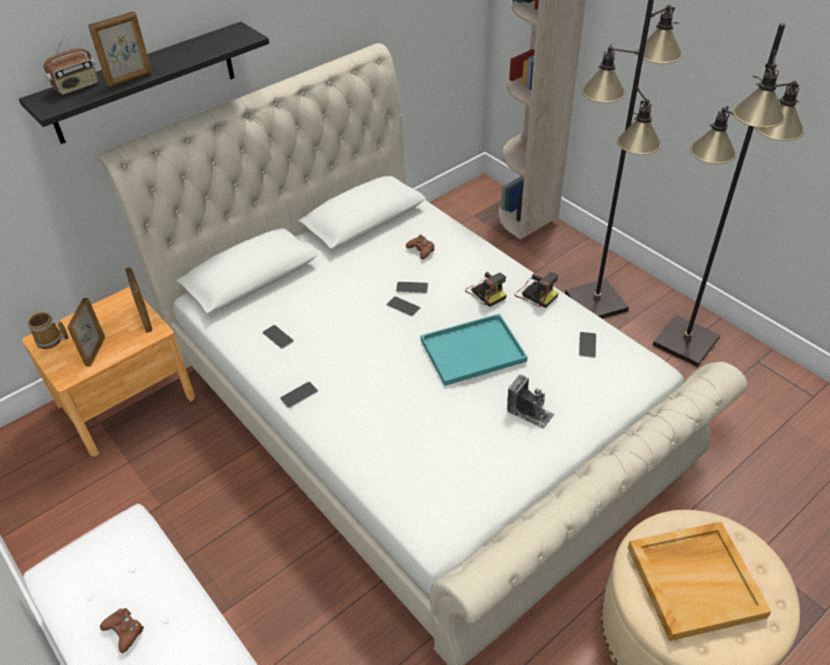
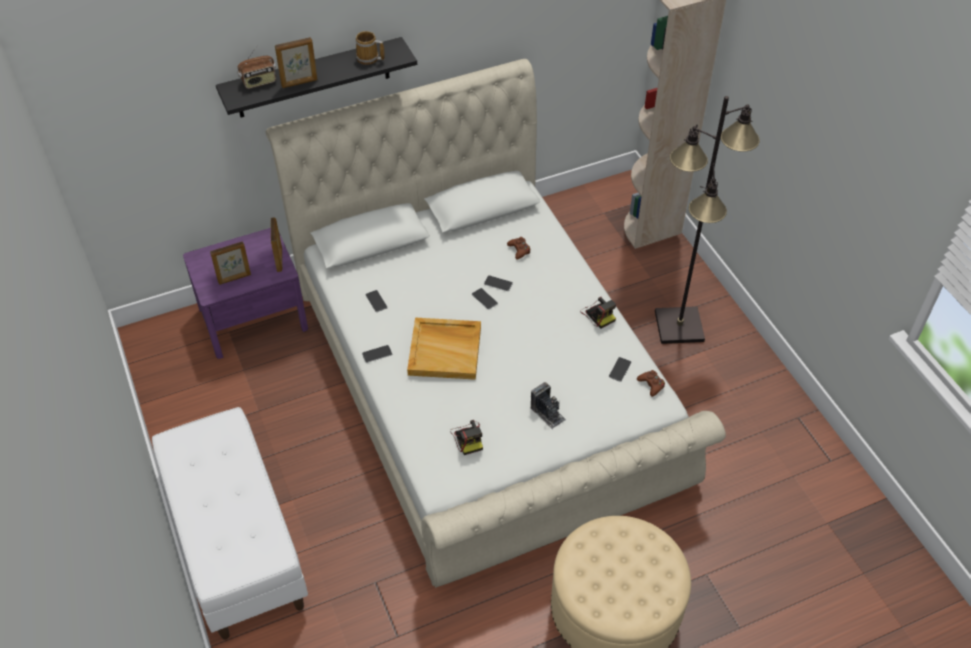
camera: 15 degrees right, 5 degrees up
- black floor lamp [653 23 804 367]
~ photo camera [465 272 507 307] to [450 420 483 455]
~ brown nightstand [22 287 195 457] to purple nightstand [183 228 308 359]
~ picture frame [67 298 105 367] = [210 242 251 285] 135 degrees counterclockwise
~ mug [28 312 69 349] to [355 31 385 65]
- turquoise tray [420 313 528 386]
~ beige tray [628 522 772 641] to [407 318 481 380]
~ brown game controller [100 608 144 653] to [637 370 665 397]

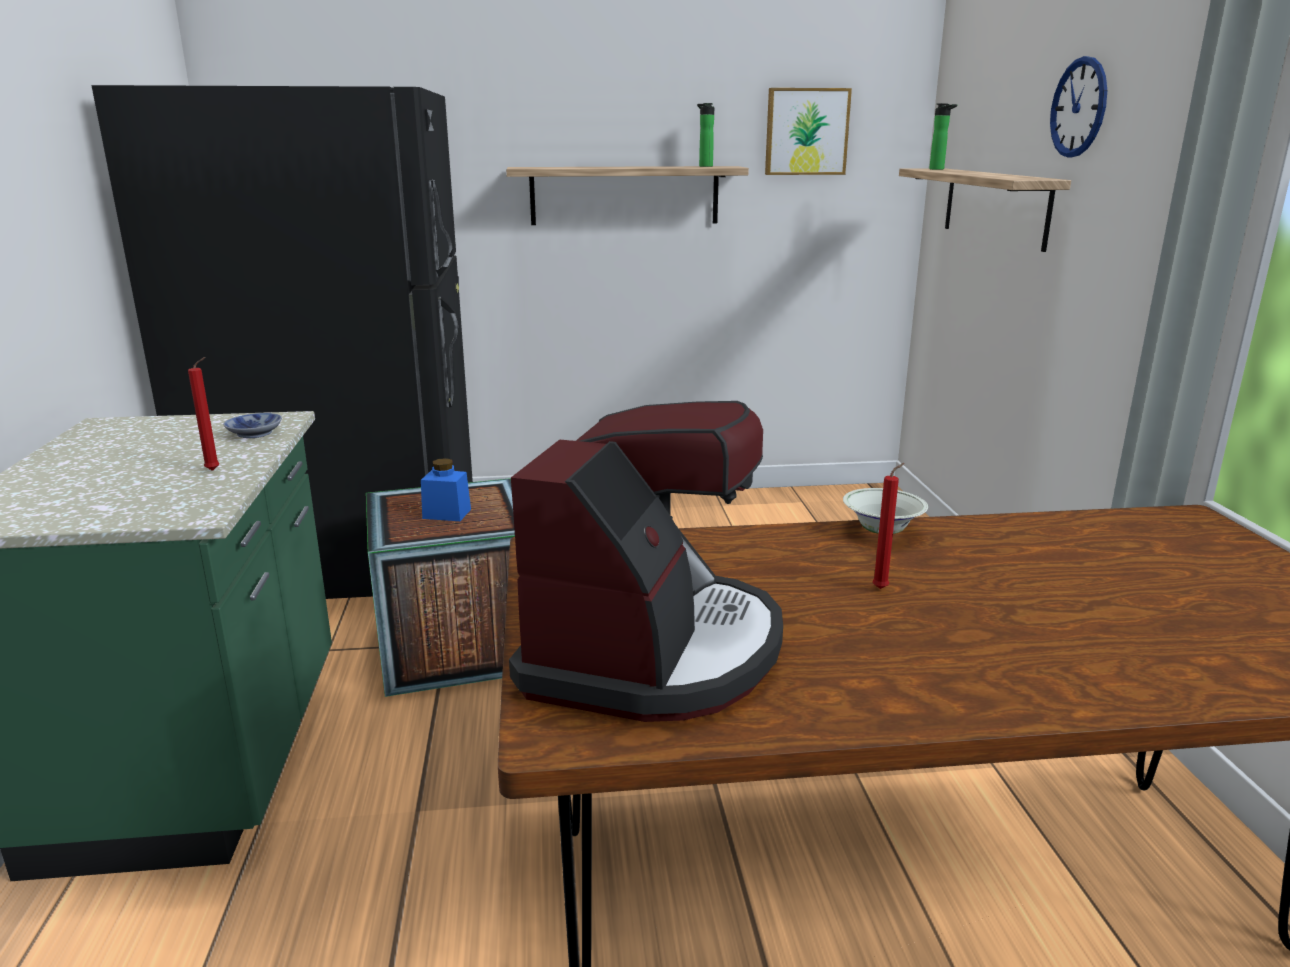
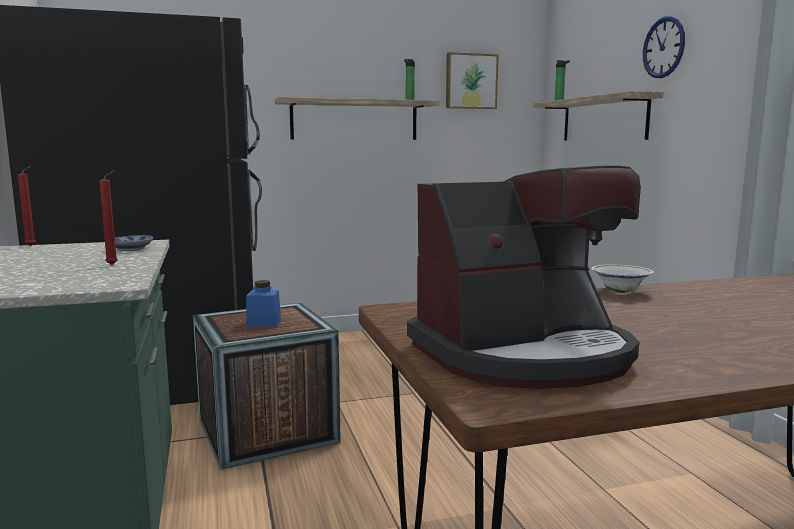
camera: 10 degrees left, 10 degrees down
~ coffee machine [509 401 783 722] = [407 165 641 389] 60 degrees clockwise
~ red candle [872 463 905 589] to [18 166 36 246]

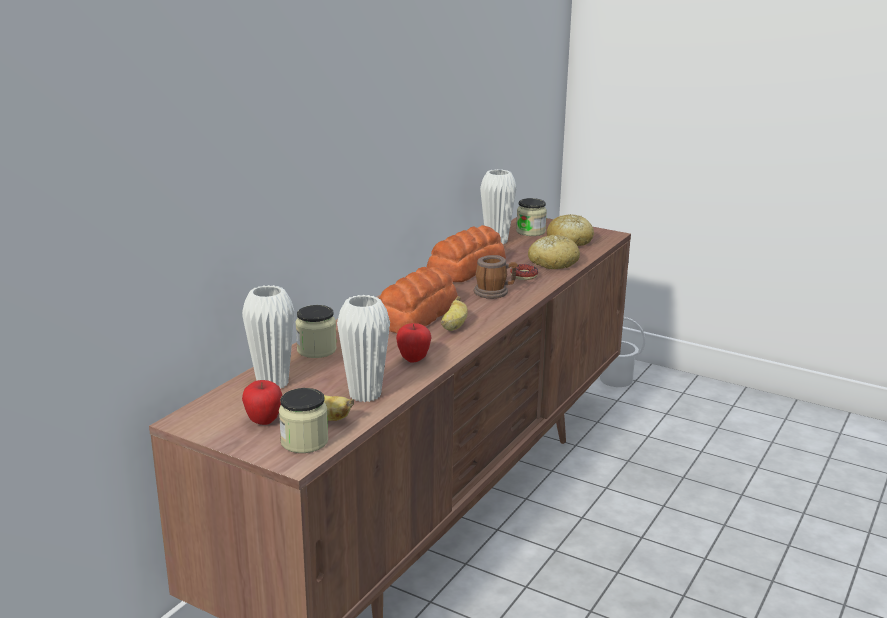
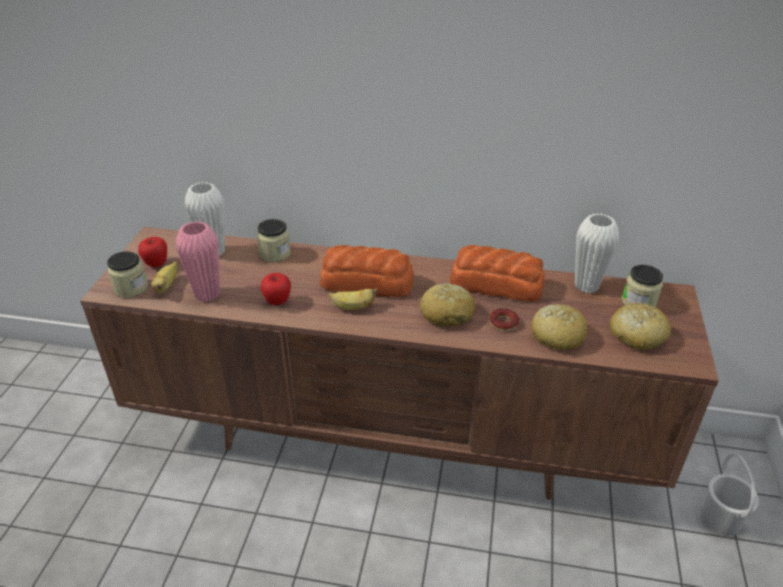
camera: 70 degrees right, 15 degrees up
~ mug [474 255 518 299] to bread [420 283 475 327]
~ white vase [337 295 390 402] to pink vase [176 221 220 302]

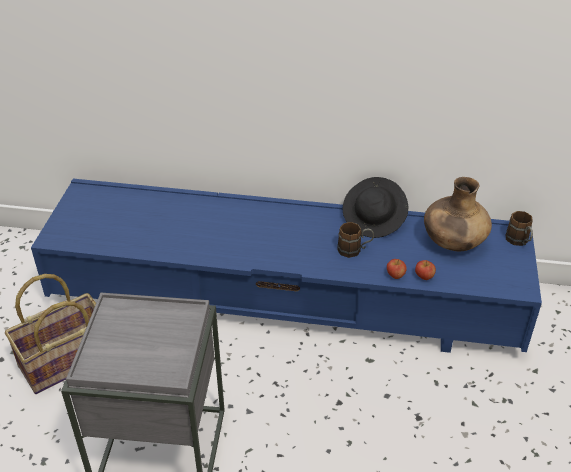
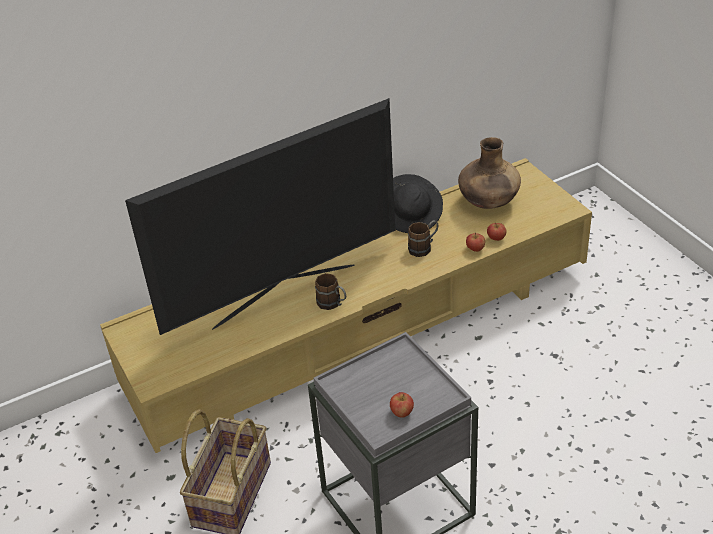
camera: 35 degrees left, 0 degrees up
~ blue tv stand [31 179 542 353] to beige tv stand [100 158 592 453]
~ brown mug [506 211 533 246] to [315 273 346 310]
+ television [125 98 395 335]
+ apple [390 392 414 418]

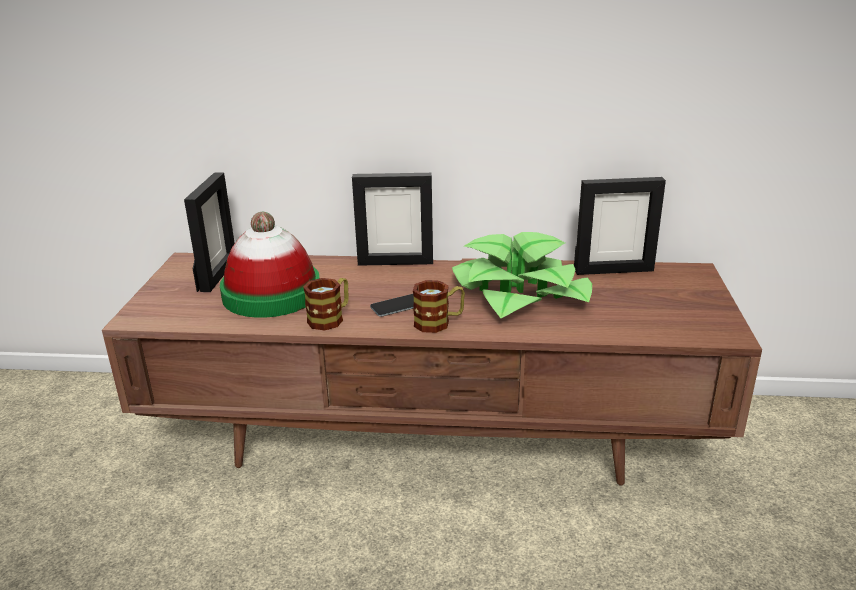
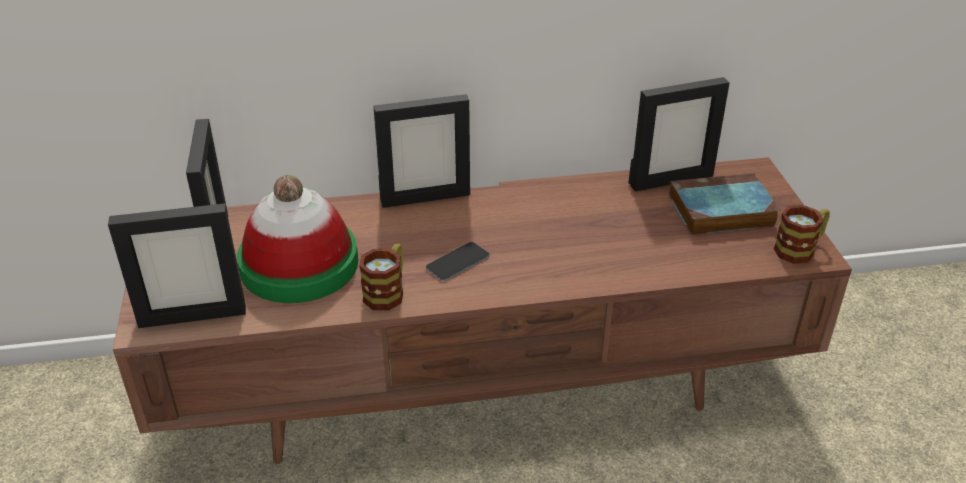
camera: 15 degrees left, 10 degrees up
- potted plant [452 232 592 318]
~ mug [413 280 465 333] to [773 205 830 264]
+ book [669 173 781 235]
+ picture frame [108 203 246 328]

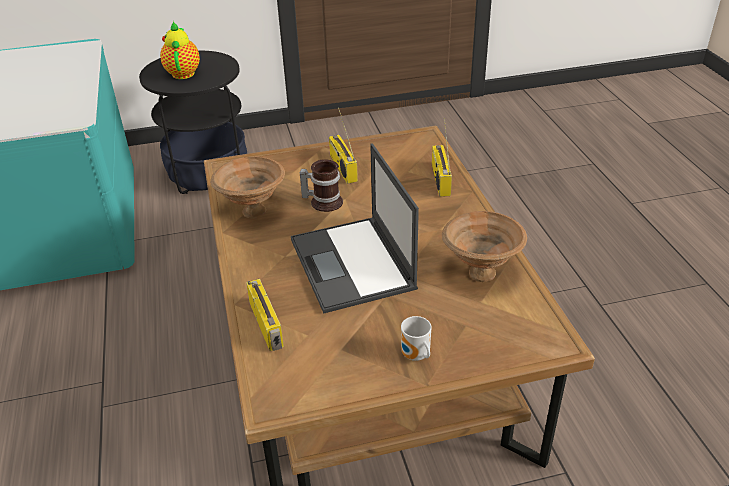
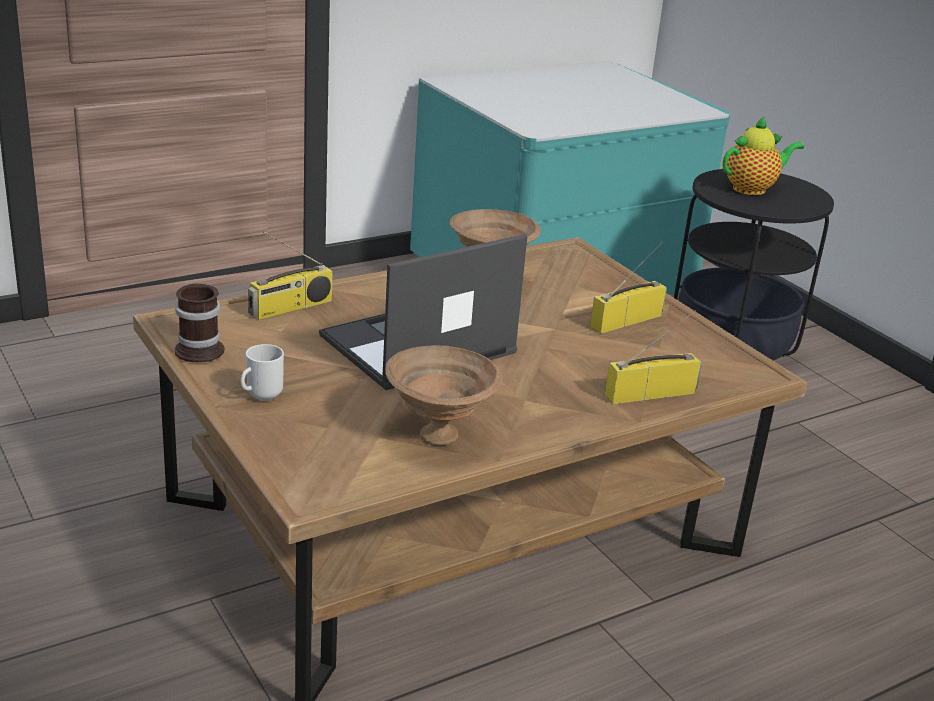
camera: 70 degrees right, 10 degrees down
~ mug [300 159 343 212] to [174 283 224 363]

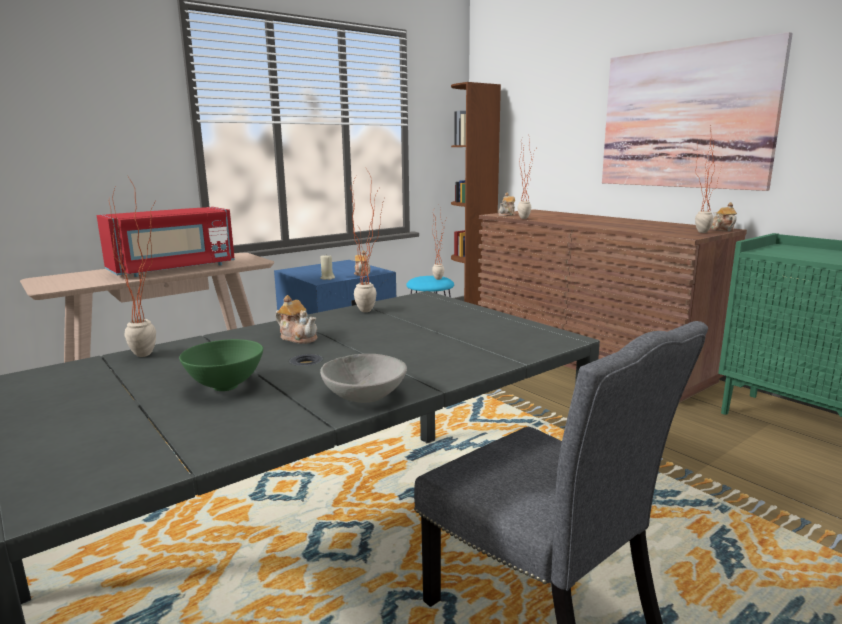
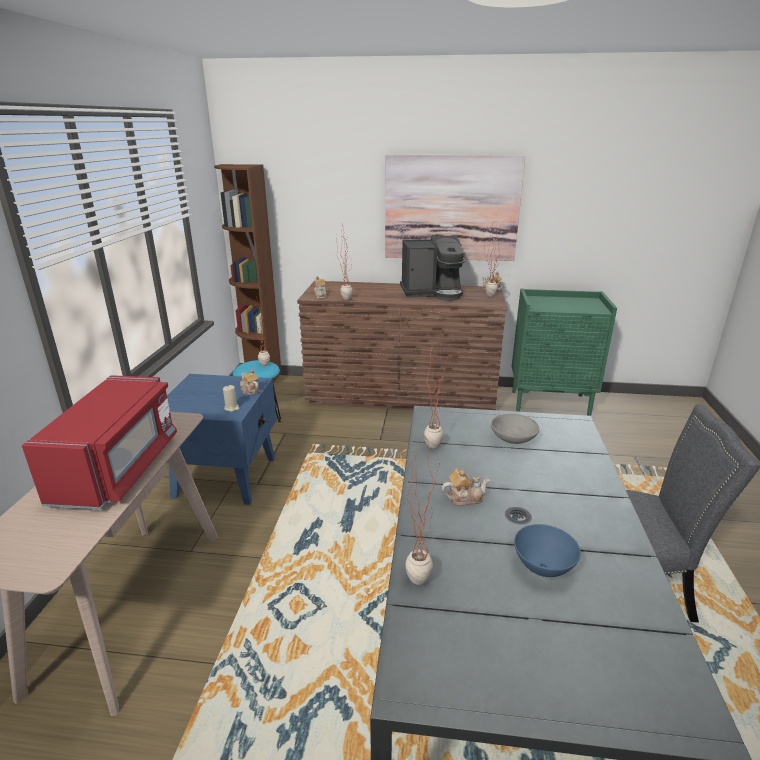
camera: 45 degrees left, 10 degrees up
~ green bowl [179 339 263 391] to blue bowl [514 524 581 577]
~ grey bowl [320 354 407 403] to [491 414 539 444]
+ coffee machine [400 236 465 301]

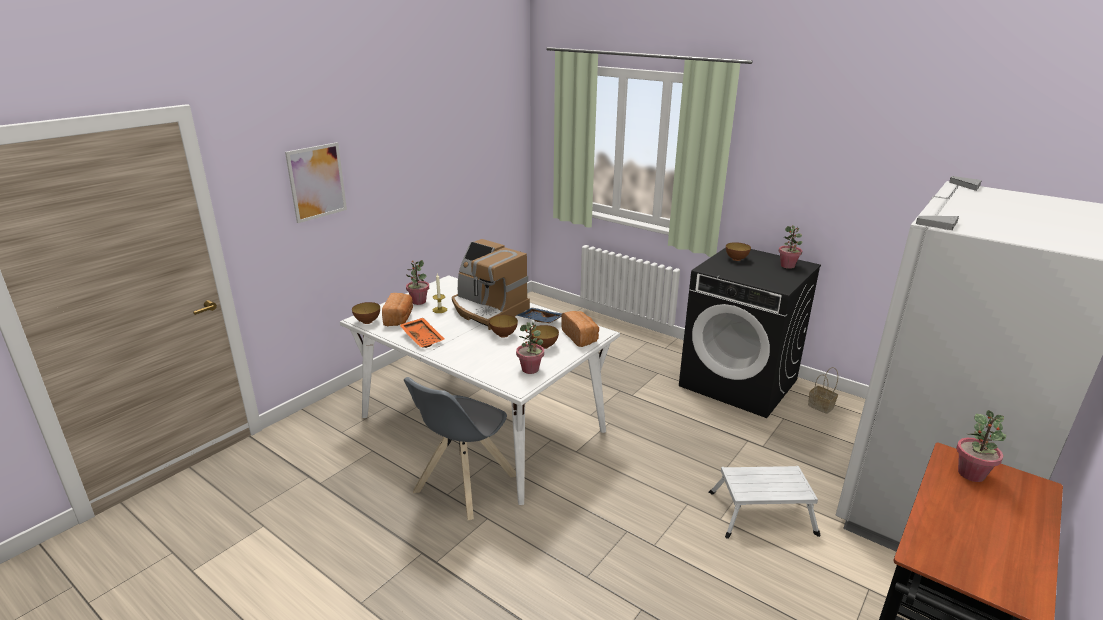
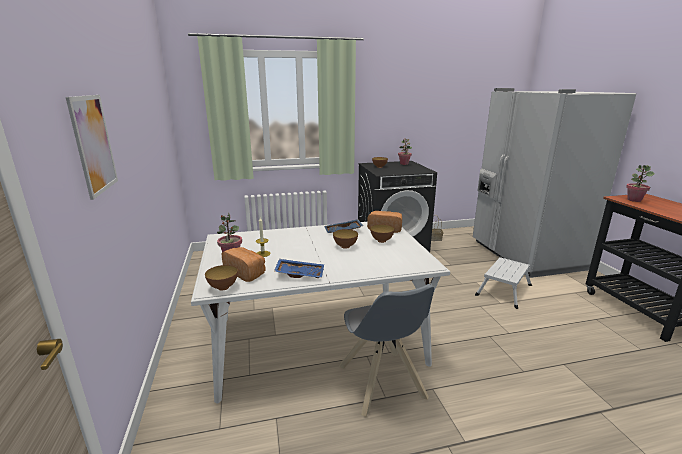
camera: 50 degrees left, 5 degrees down
- coffee machine [452 239 530 330]
~ orange tray [400 318 444 348] to blue tray [274 259 324 278]
- potted plant [516 322 544 374]

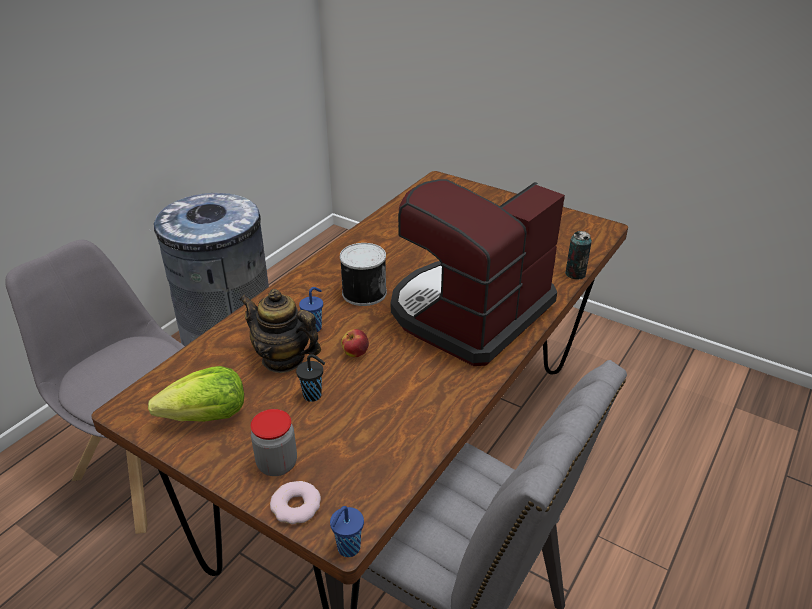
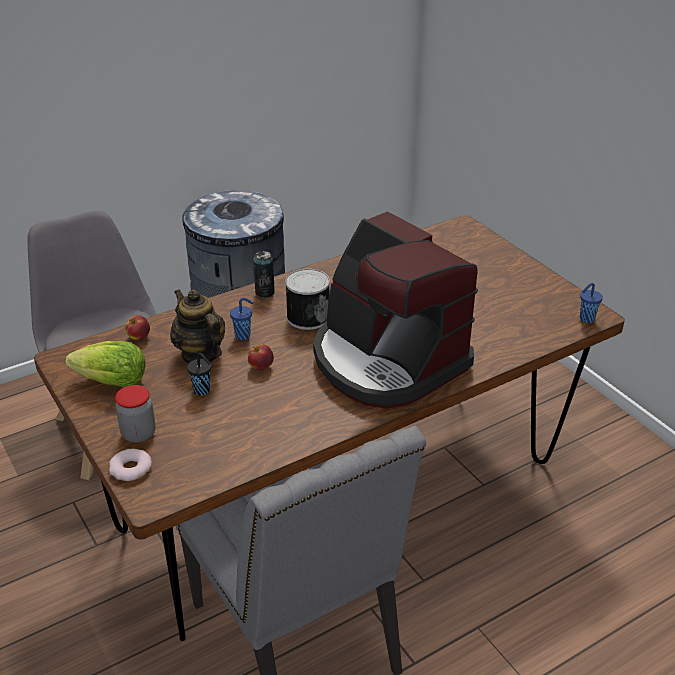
camera: 25 degrees right, 0 degrees up
~ coffee machine [391 179 565 366] = [313 211 478 409] 105 degrees counterclockwise
~ can [565 231 592 280] to [253 251 275 298]
~ blue cup [330 506 364 557] to [580 283 603 323]
+ apple [125 315 150 340]

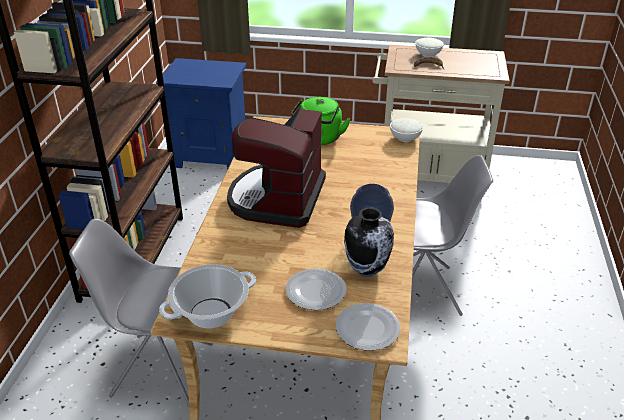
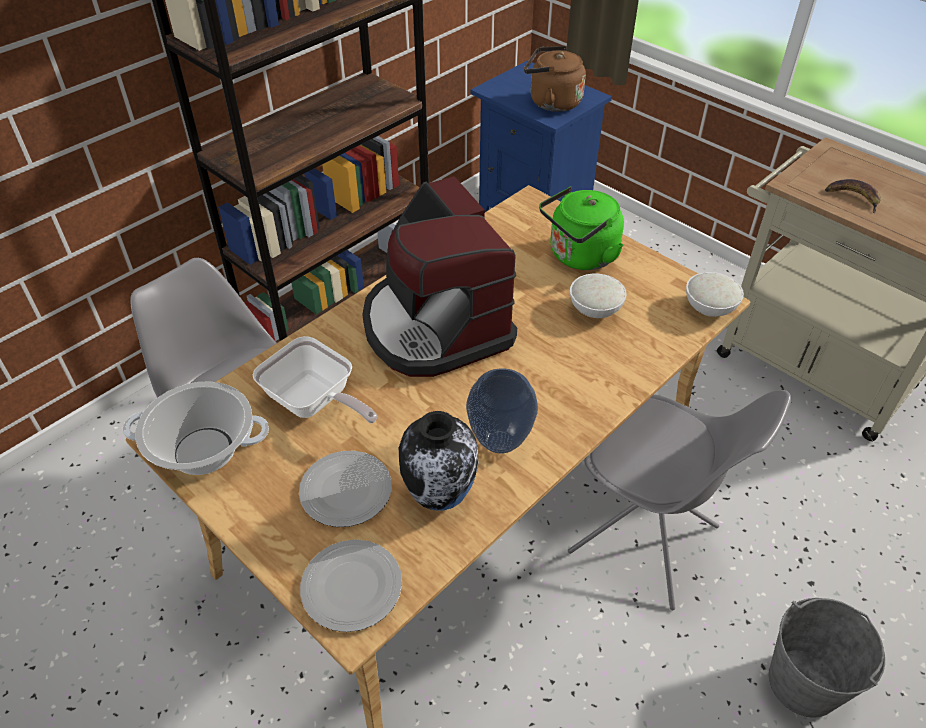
camera: 35 degrees right, 10 degrees up
~ white bowl [415 38 444 57] to [570 274 627 318]
~ coffee machine [227 108 326 228] = [362 176 517 377] 75 degrees counterclockwise
+ brown kettle [524 46 586 112]
+ frying pan [253 336 377 423]
+ grey bucket [769 598 885 718]

